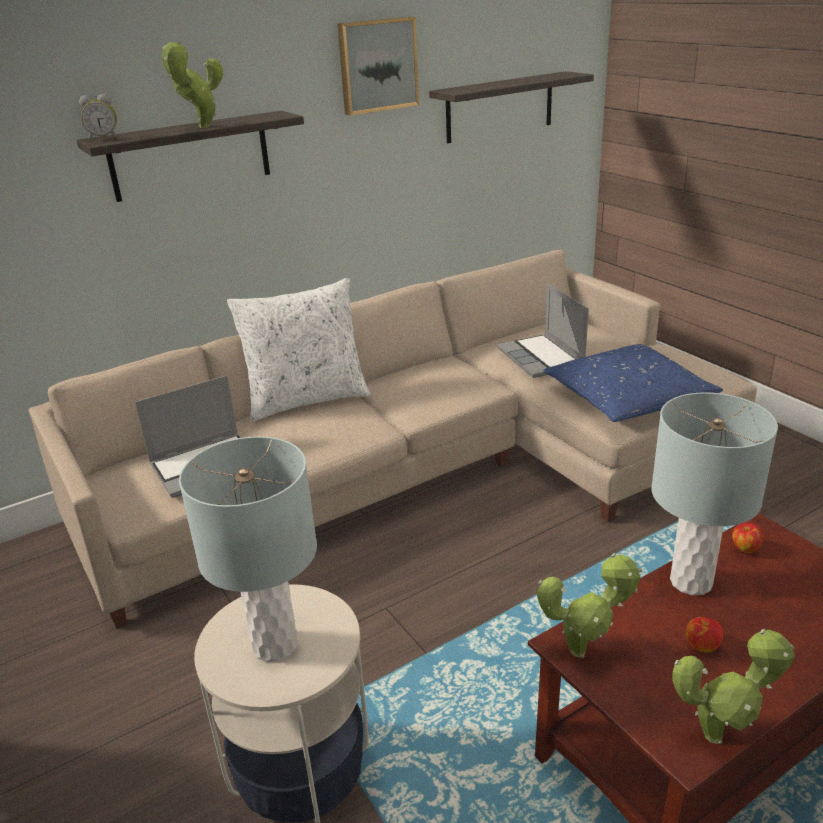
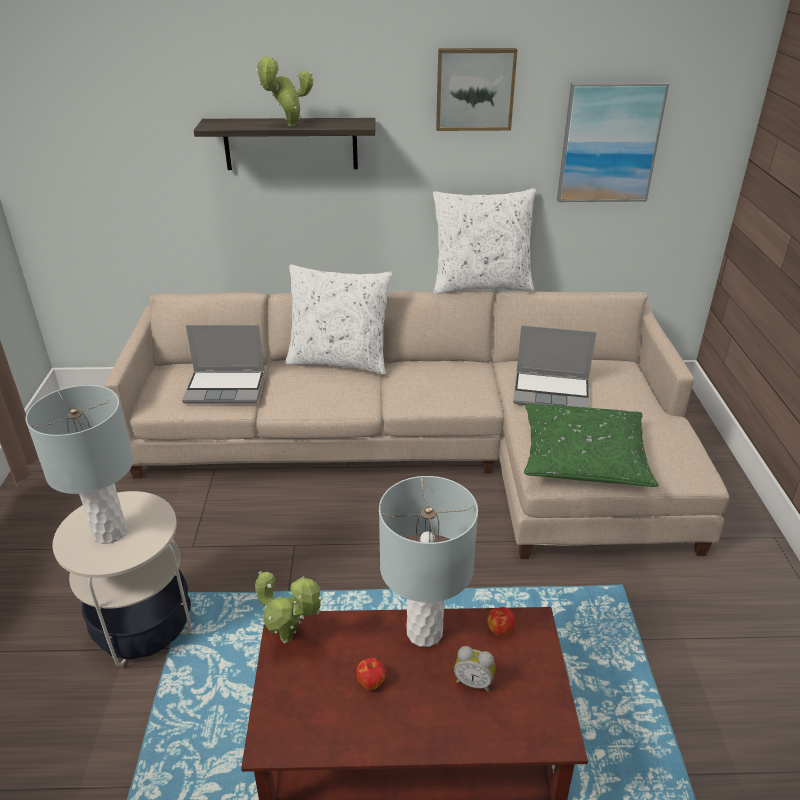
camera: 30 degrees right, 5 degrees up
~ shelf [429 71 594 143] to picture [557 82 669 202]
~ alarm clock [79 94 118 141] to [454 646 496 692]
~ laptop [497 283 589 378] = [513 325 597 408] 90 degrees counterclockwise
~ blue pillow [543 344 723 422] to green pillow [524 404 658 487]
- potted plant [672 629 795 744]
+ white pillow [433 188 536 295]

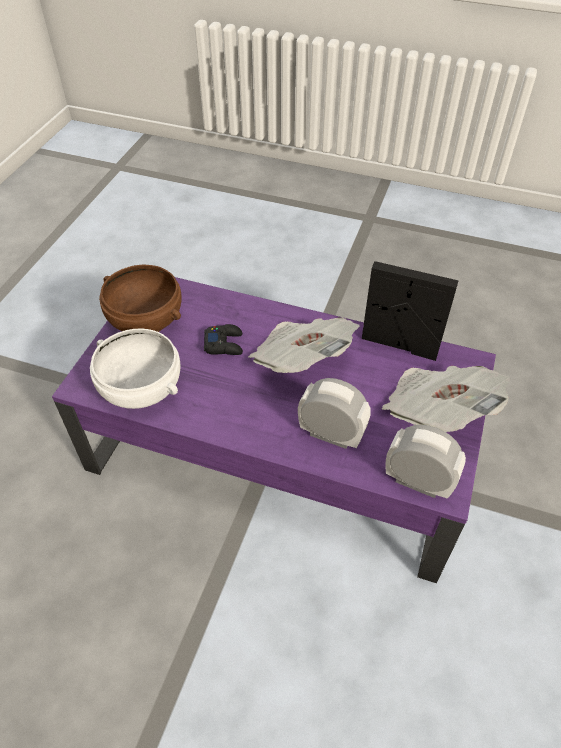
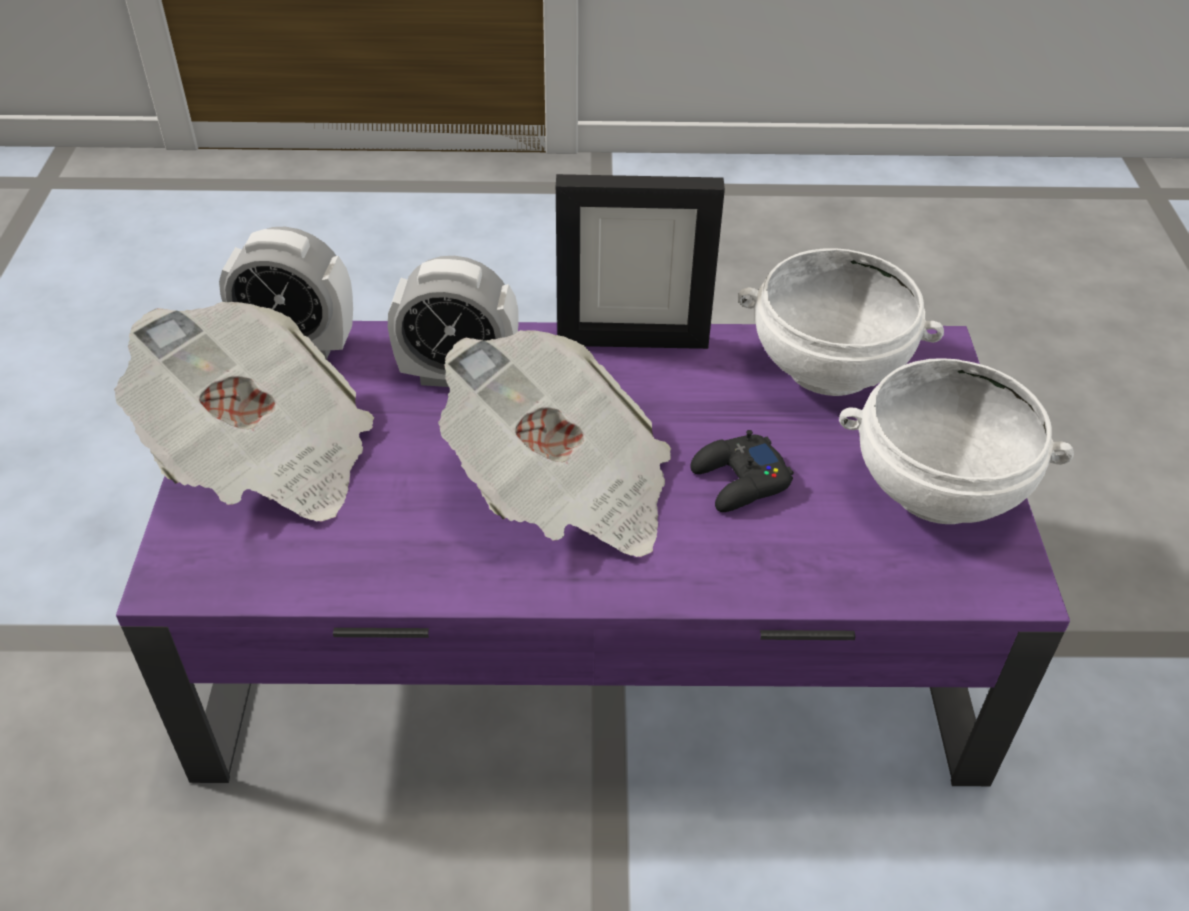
camera: 160 degrees right, 5 degrees down
~ picture frame [362 261 459 361] to [556 174 725 349]
~ brown bowl [99 265 182 332] to white bowl [839 358 1074 524]

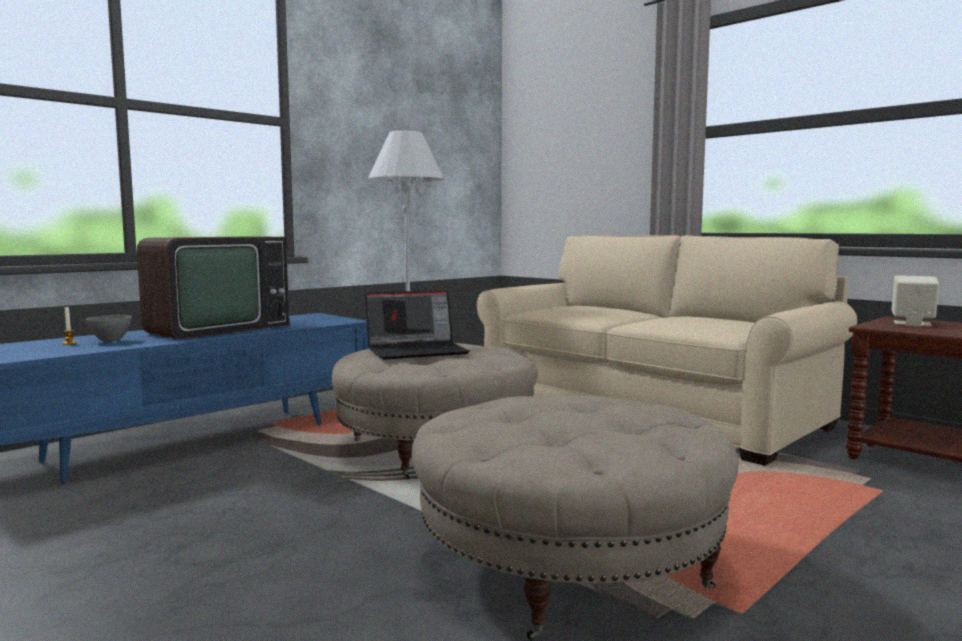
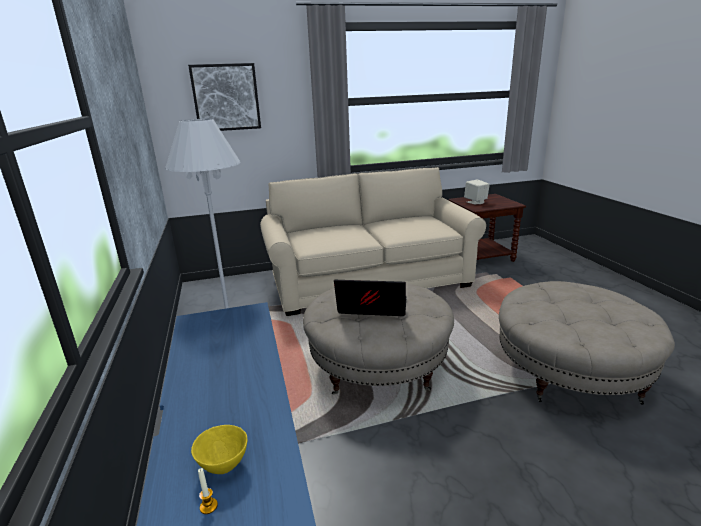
camera: 60 degrees left, 15 degrees up
- television [137 236 289 339]
~ laptop [365 290 470 360] = [334 280 407 316] 90 degrees counterclockwise
~ grey bowl [85 315 132 342] to yellow bowl [191 425 247 474]
+ picture [188 63 261 131]

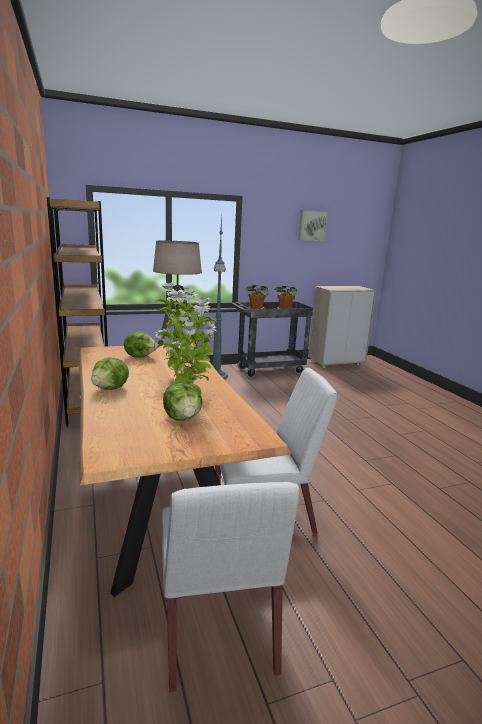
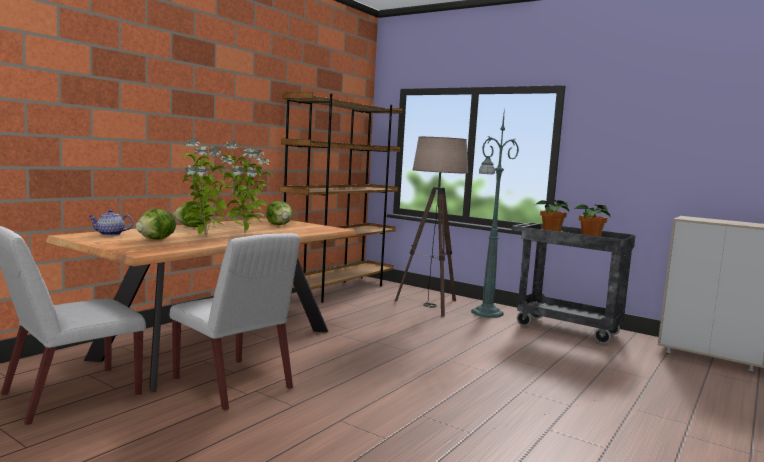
camera: 55 degrees right, 10 degrees down
- picture [298 210 328 241]
+ teapot [89 210 133 236]

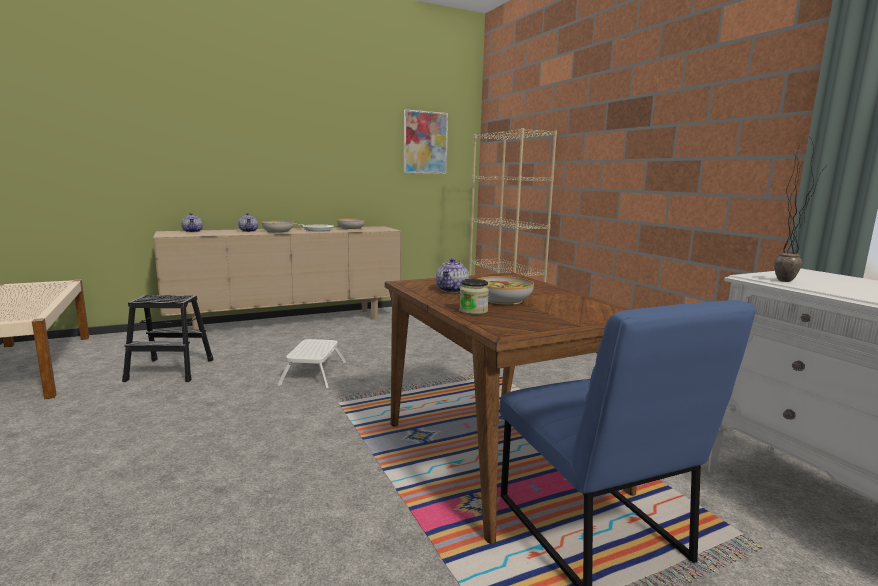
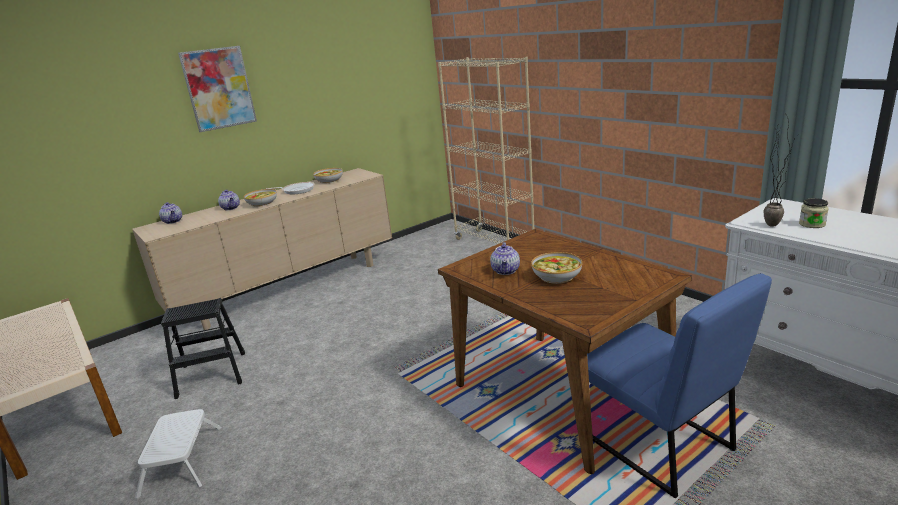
camera: 10 degrees left, 10 degrees up
~ picture [404 109 448 174] to [178 46 257 132]
~ jar [459 279 489 315] to [799 198 829 228]
~ white step ladder [277 339 346 388] to [135 409 222 499]

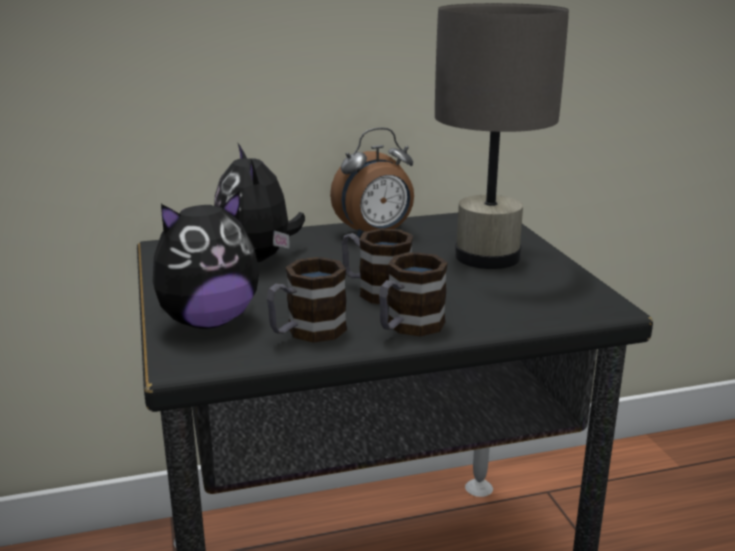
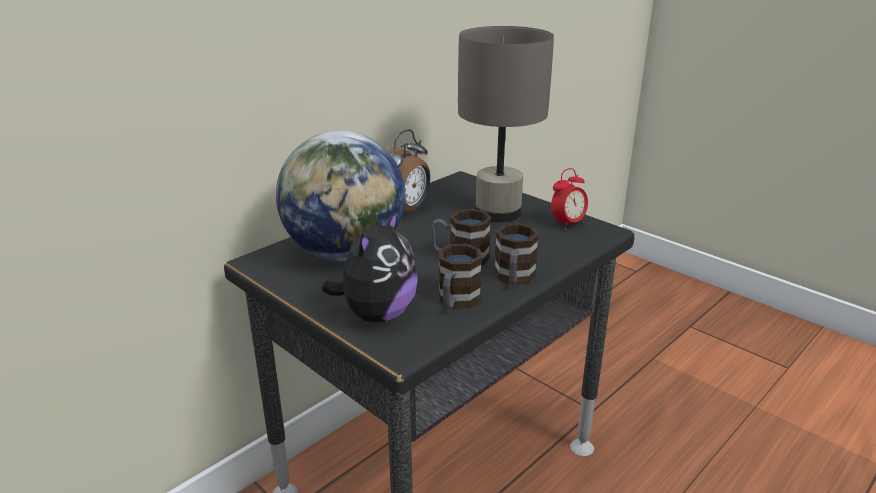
camera: 30 degrees left, 5 degrees up
~ plush toy [214 144 305 262] to globe [276 131 406 261]
+ alarm clock [551 168 588 230]

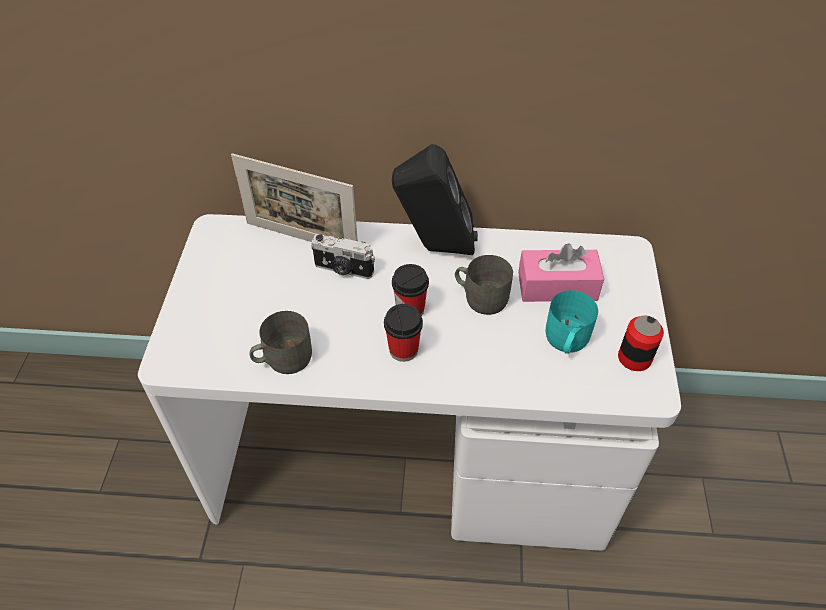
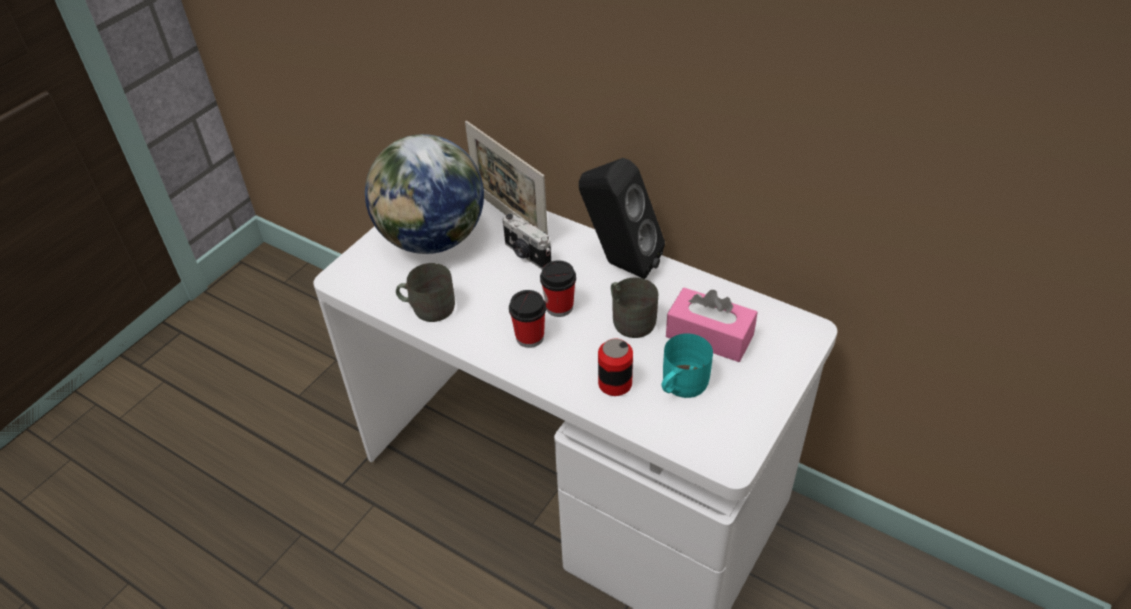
camera: 30 degrees right, 5 degrees down
~ can [618 316 664 371] to [598 339 633 396]
+ globe [365 134 484 254]

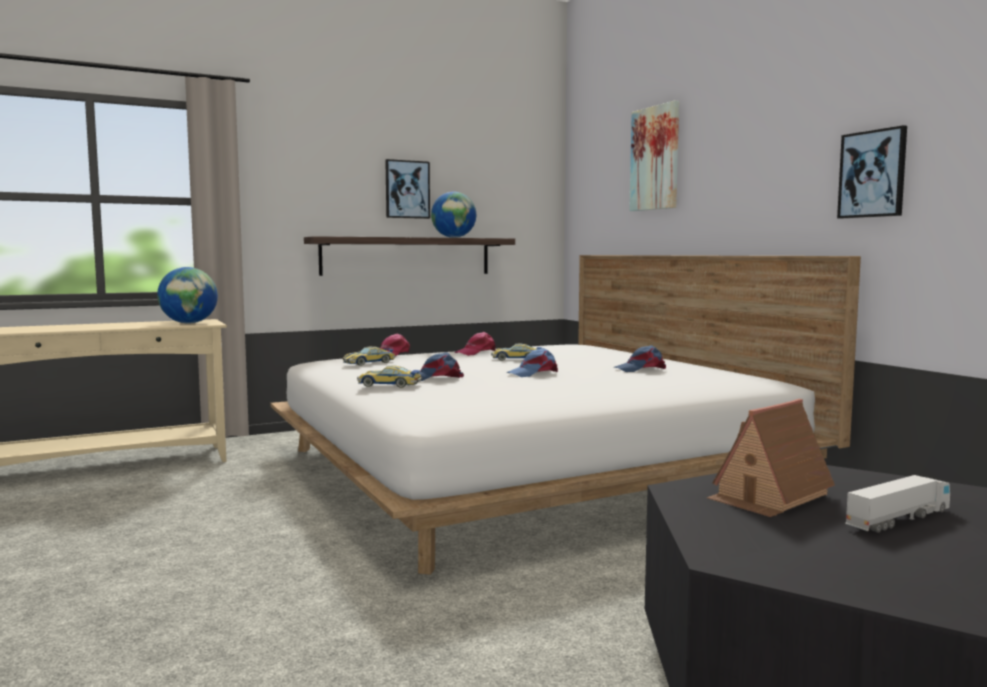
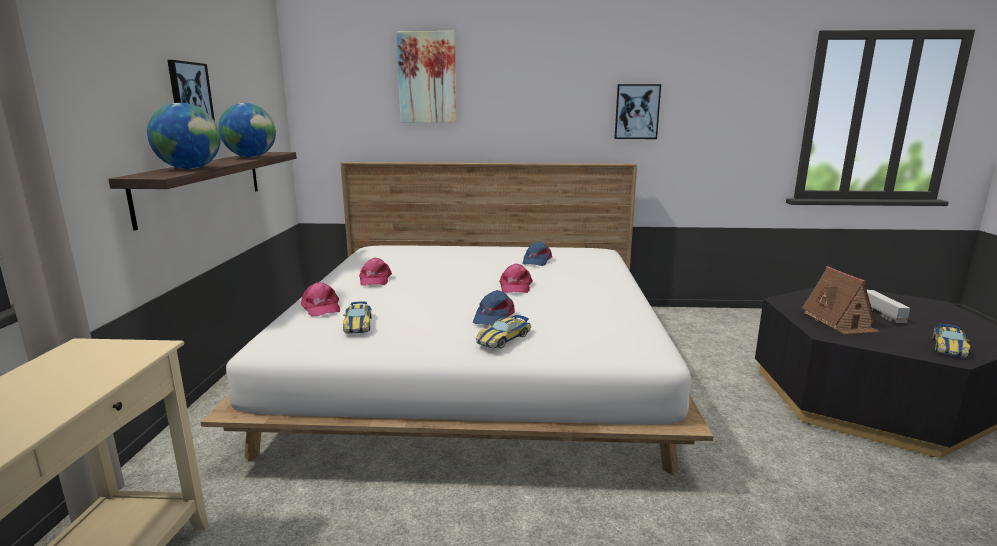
camera: 60 degrees left, 10 degrees up
~ globe [157 267 218 323] to [147 103 221 169]
~ toy car [491 344 542 361] to [932 324 970 358]
~ blue cap [506 348 558 377] to pink cap [499 263 533 293]

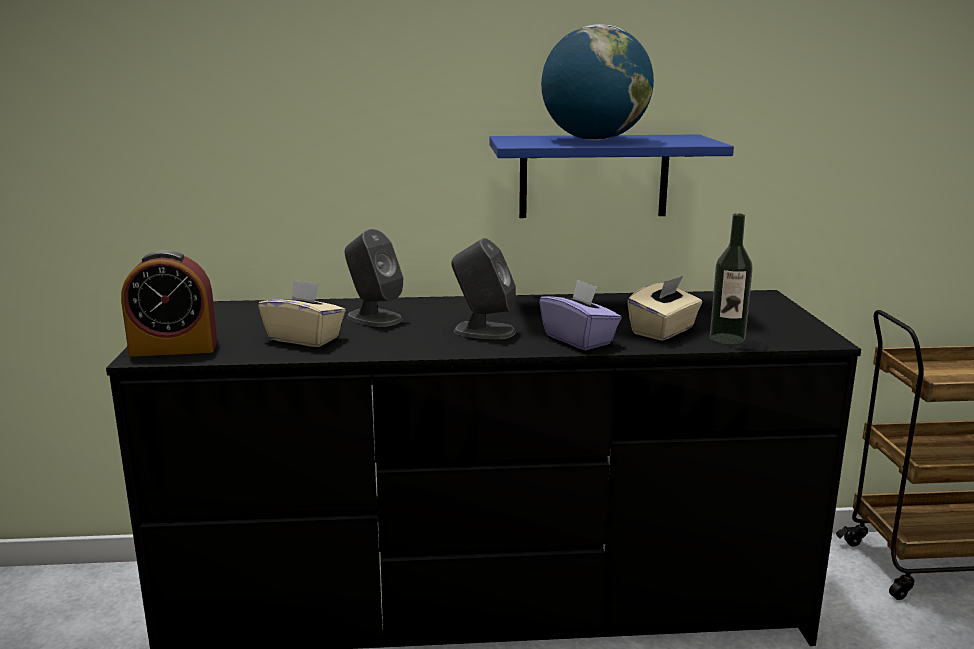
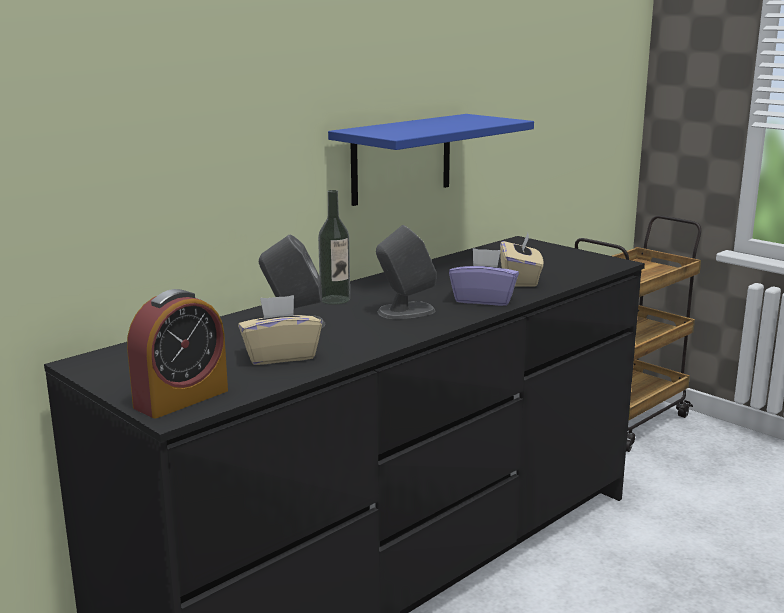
camera: 40 degrees left, 0 degrees up
- globe [541 24 654 140]
~ bottle [710 213 753 345] to [318 190 350 305]

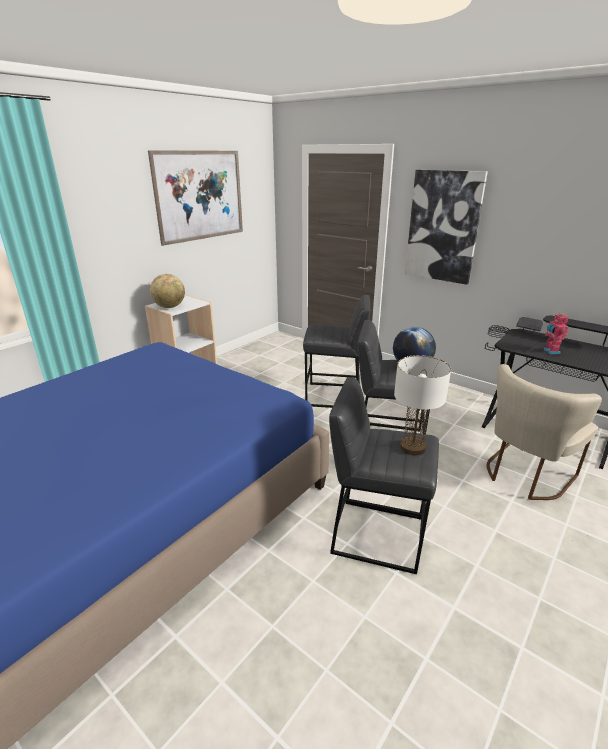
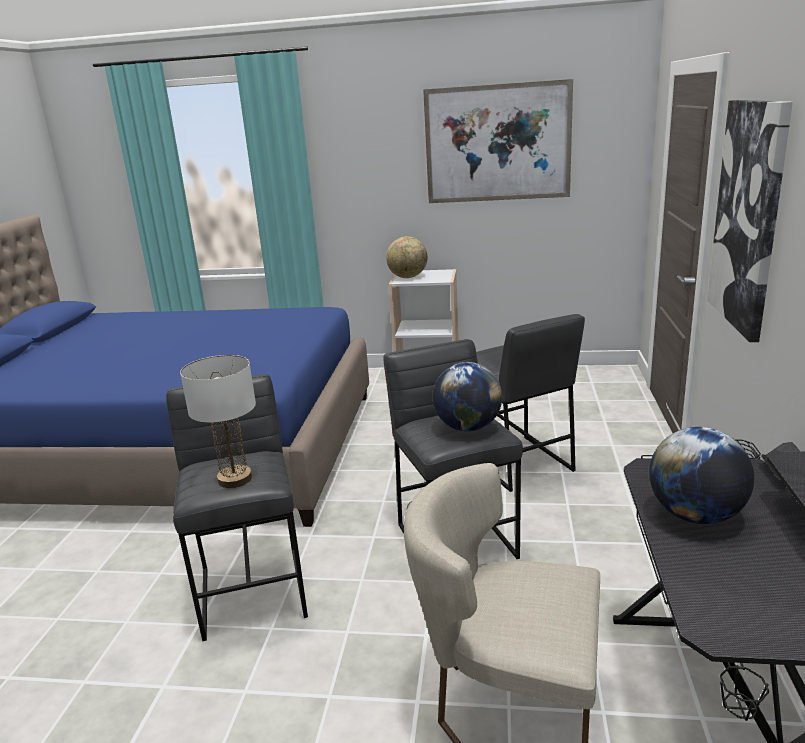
camera: 60 degrees right, 5 degrees down
~ toy robot [543 314 568 354] to globe [649 427 754 524]

